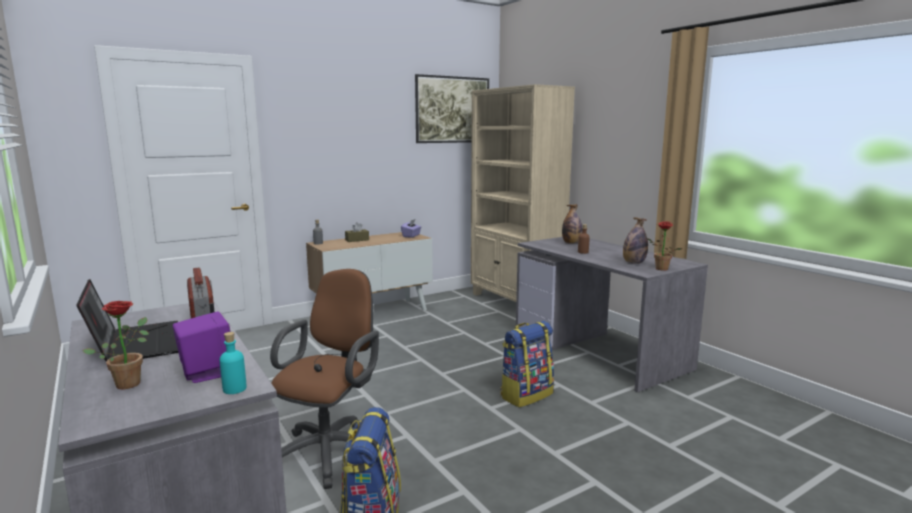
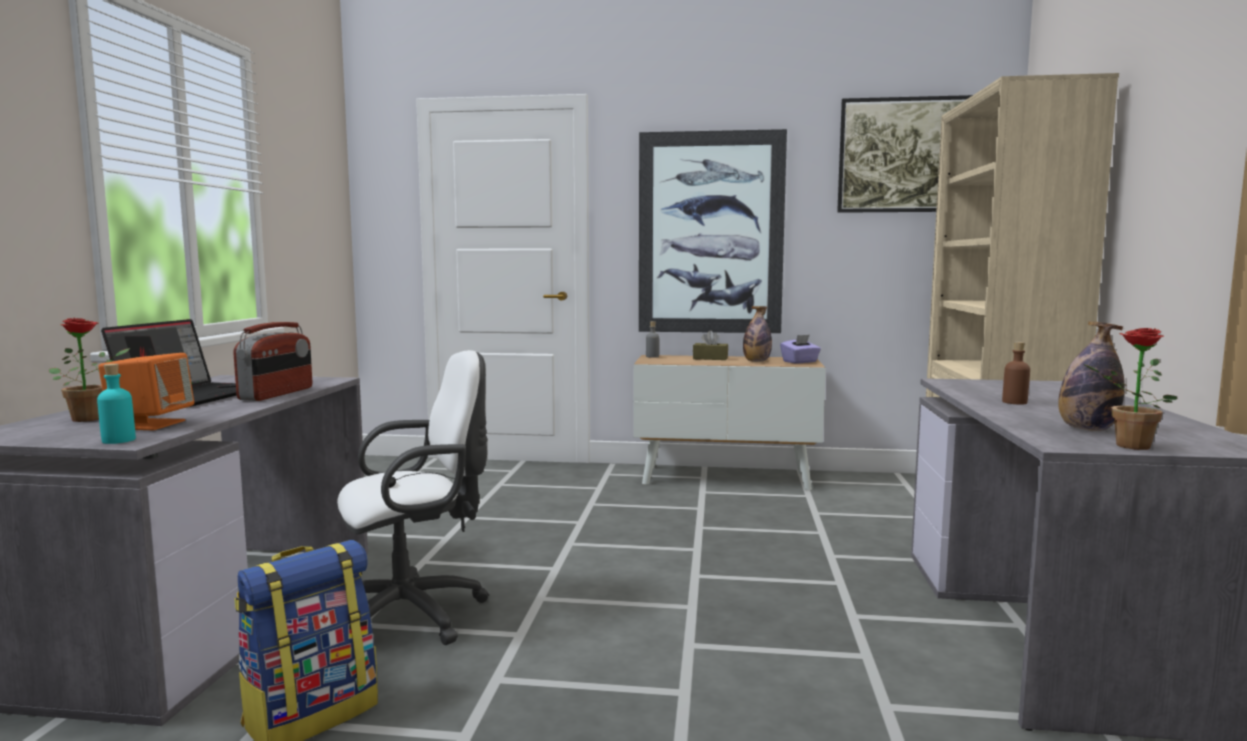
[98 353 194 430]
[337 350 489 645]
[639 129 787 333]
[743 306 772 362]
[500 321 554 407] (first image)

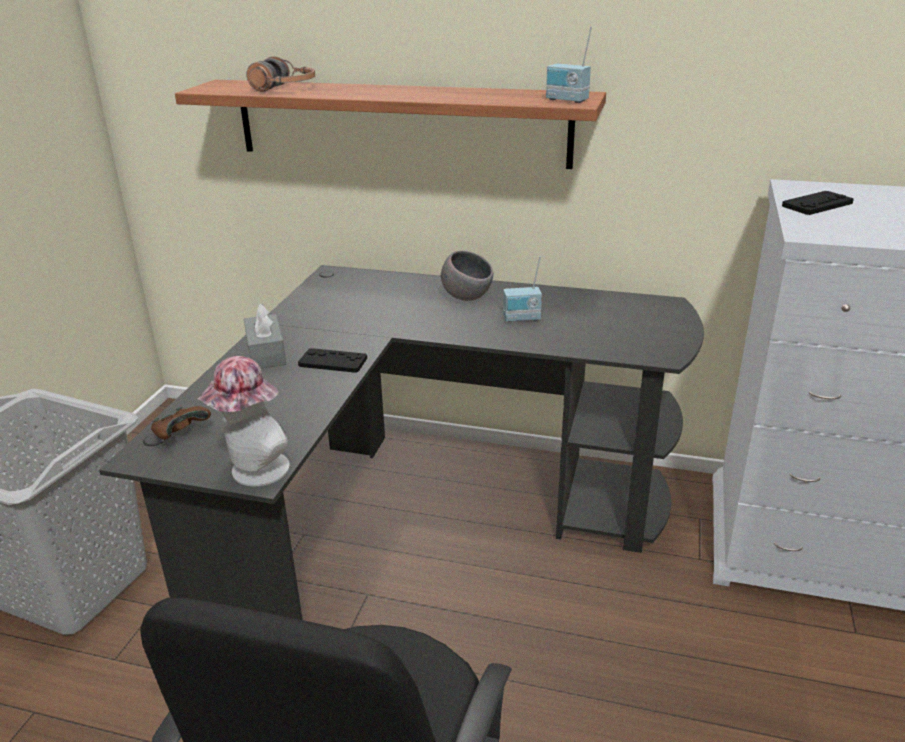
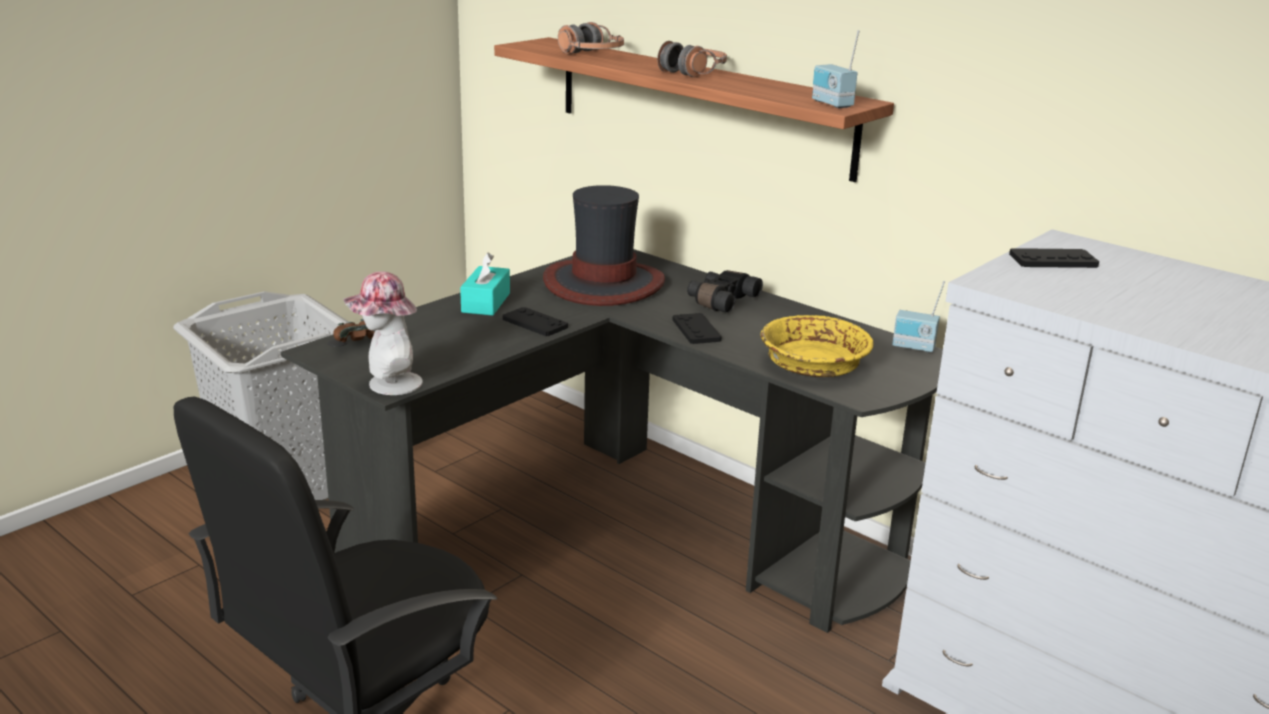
[460 253 510 316]
[543 185 665 306]
[657 41 727 77]
[673 313 722 344]
[687 270 763 313]
[760 315 874 377]
[892 281 945 353]

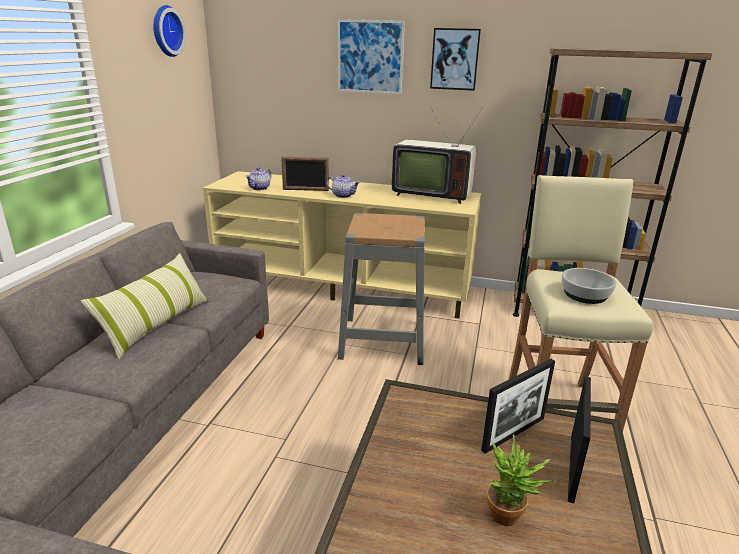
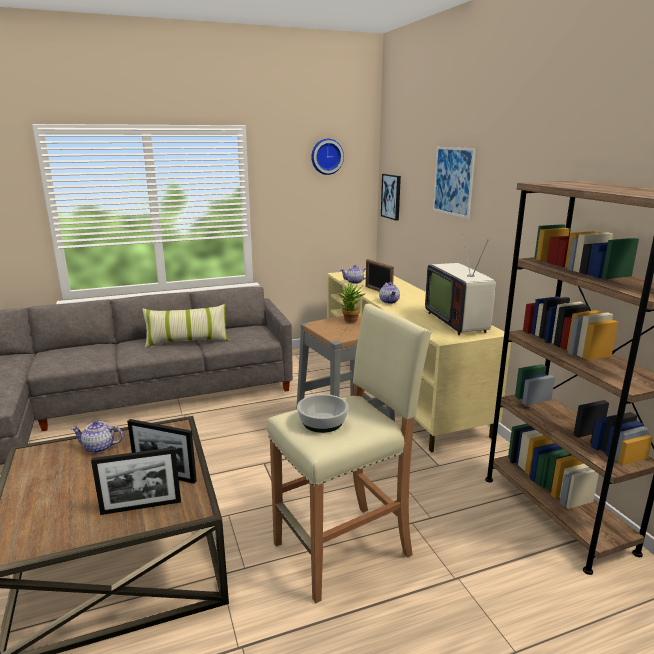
[71 421 123 453]
[339 283 366 323]
[381 174 401 221]

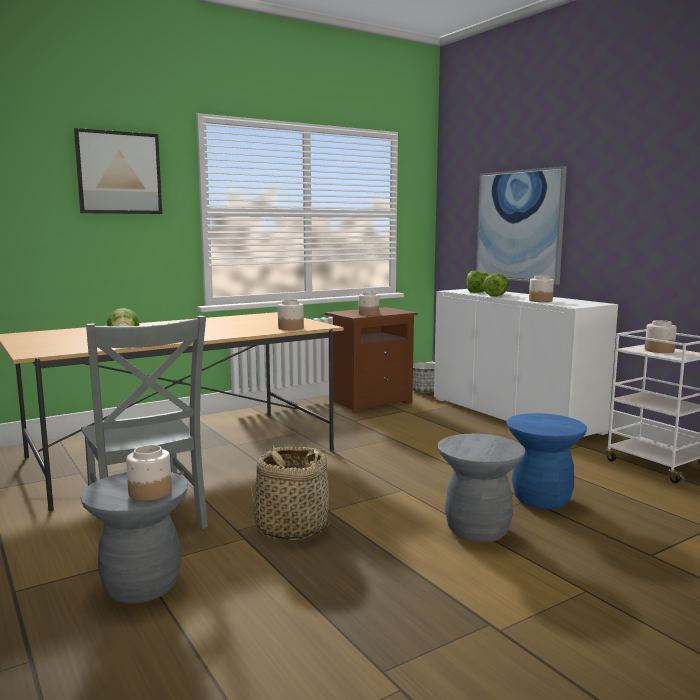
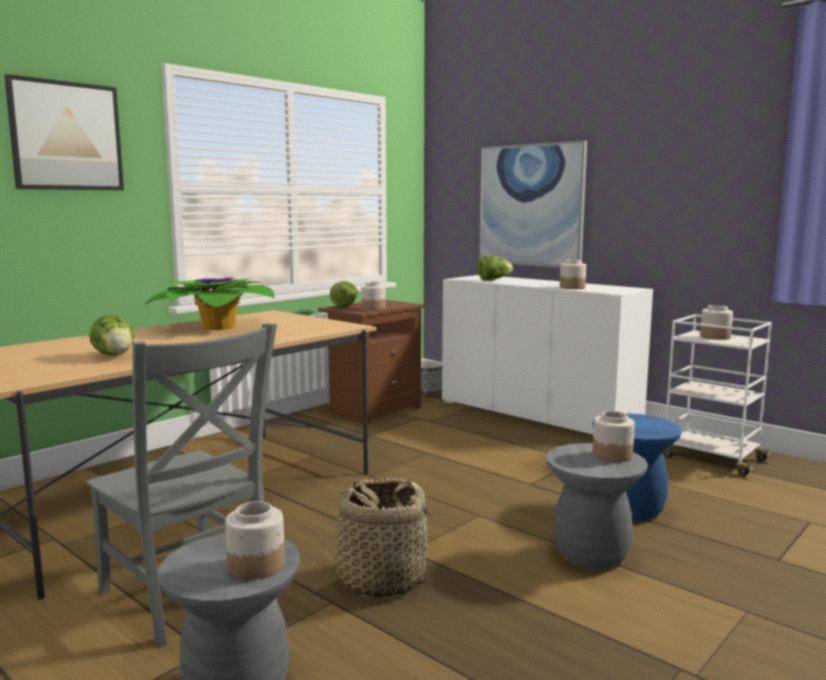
[146 278 275 330]
[330 281 358 307]
[592 411 635 462]

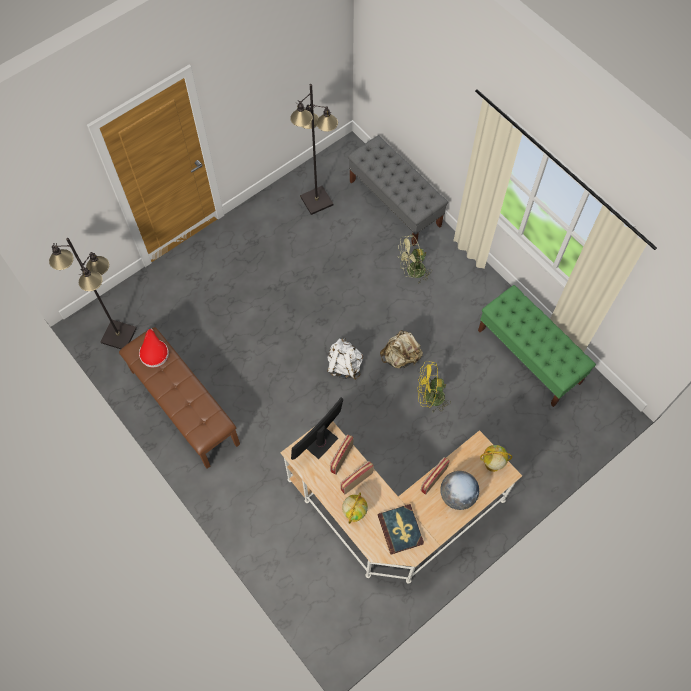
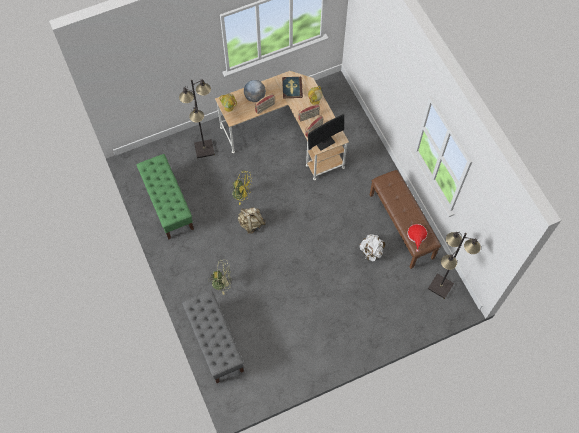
[179 79 215 158]
[360 234 385 261]

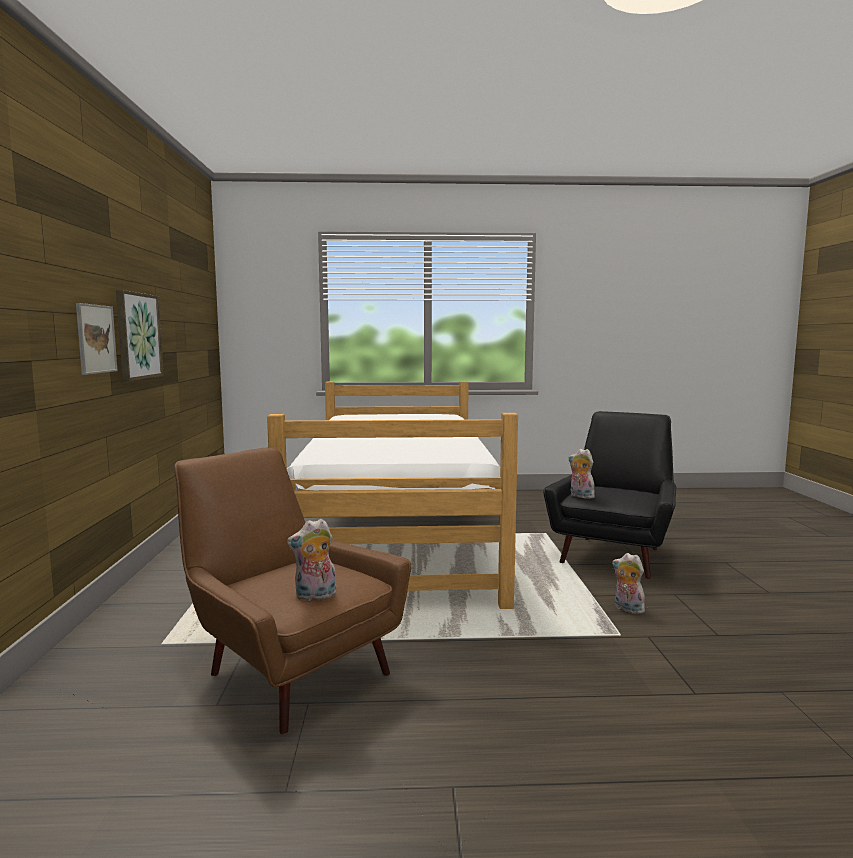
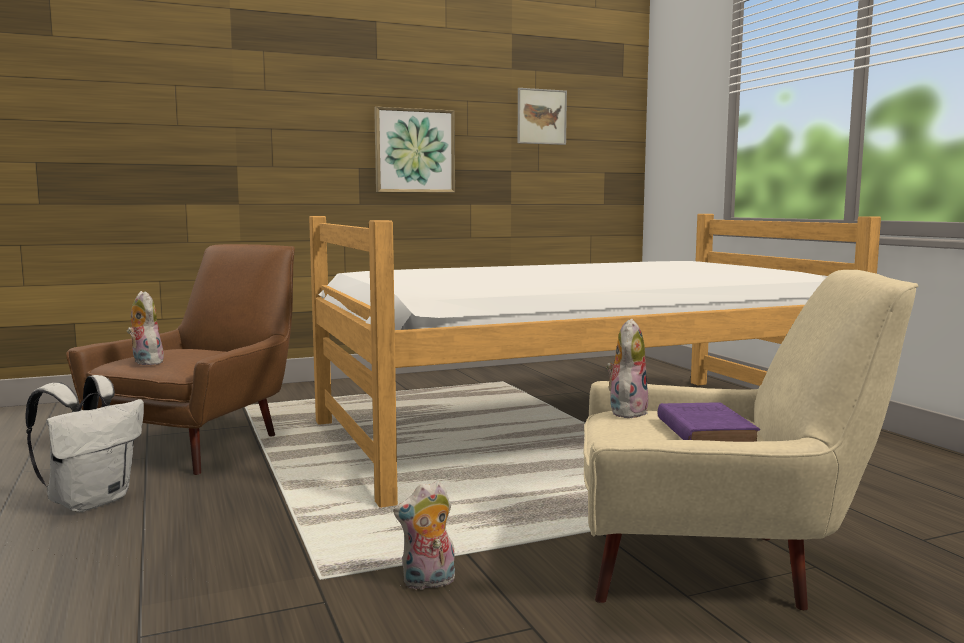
[26 375 144 512]
[393 481 455 590]
[518 88 567 145]
[584 270 919 610]
[658 402 760 442]

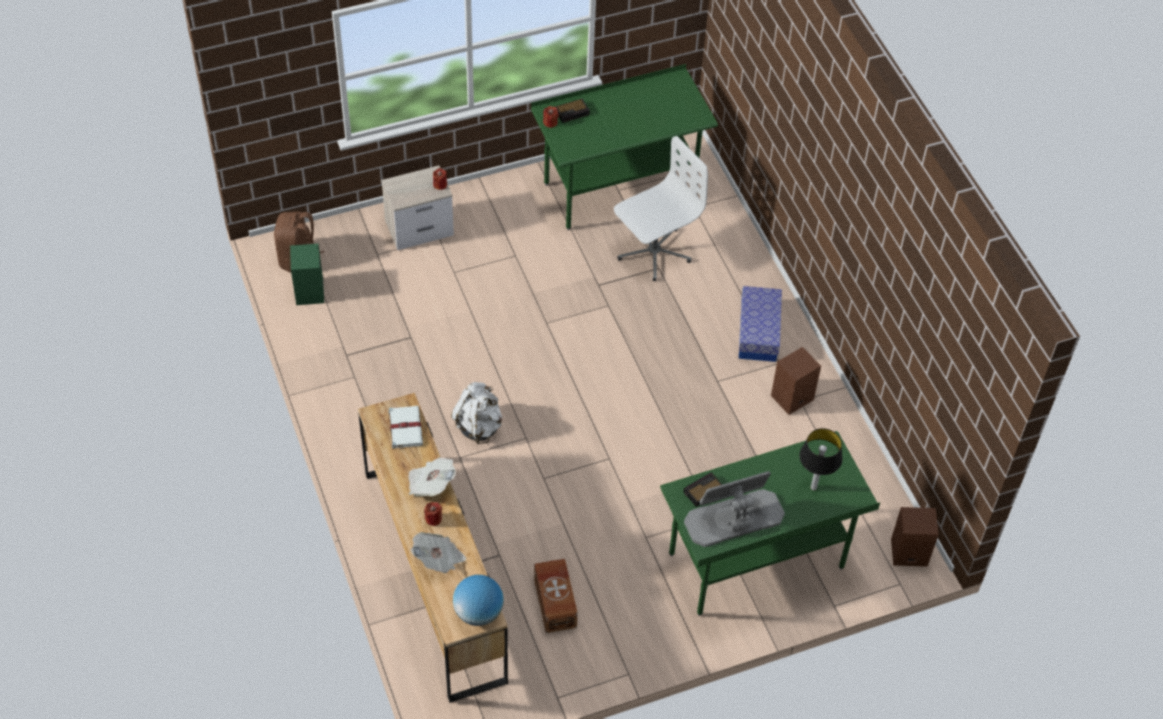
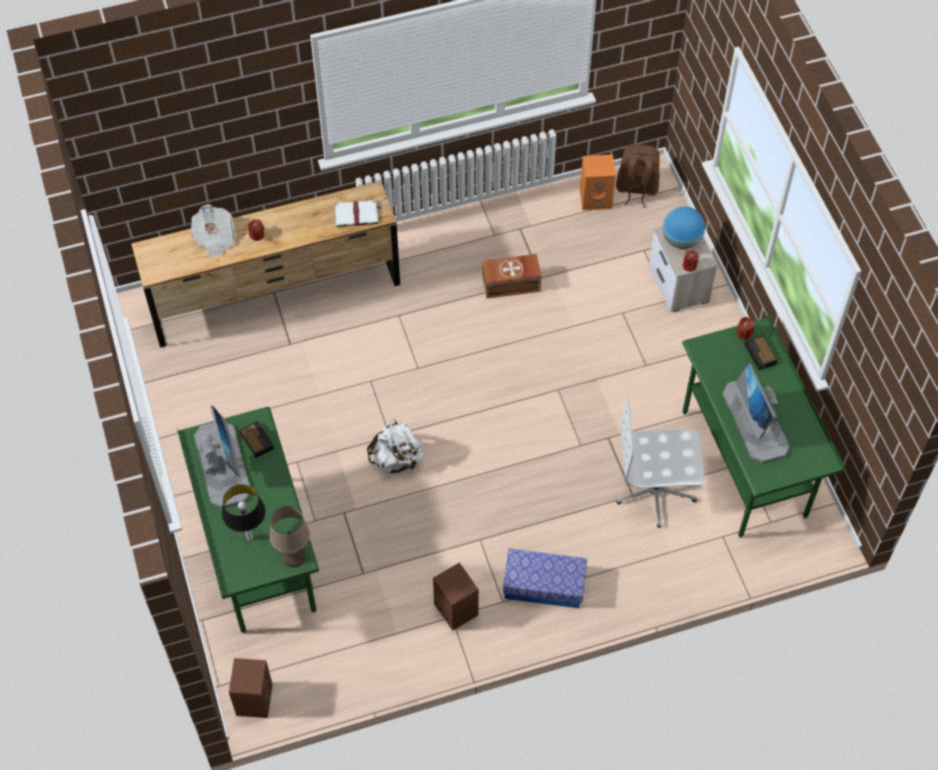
[270 506 310 567]
[367 419 424 473]
[482 254 541 299]
[580 154 616 210]
[616 398 705 528]
[663 206 705 249]
[722 364 789 463]
[409 457 456 496] (first image)

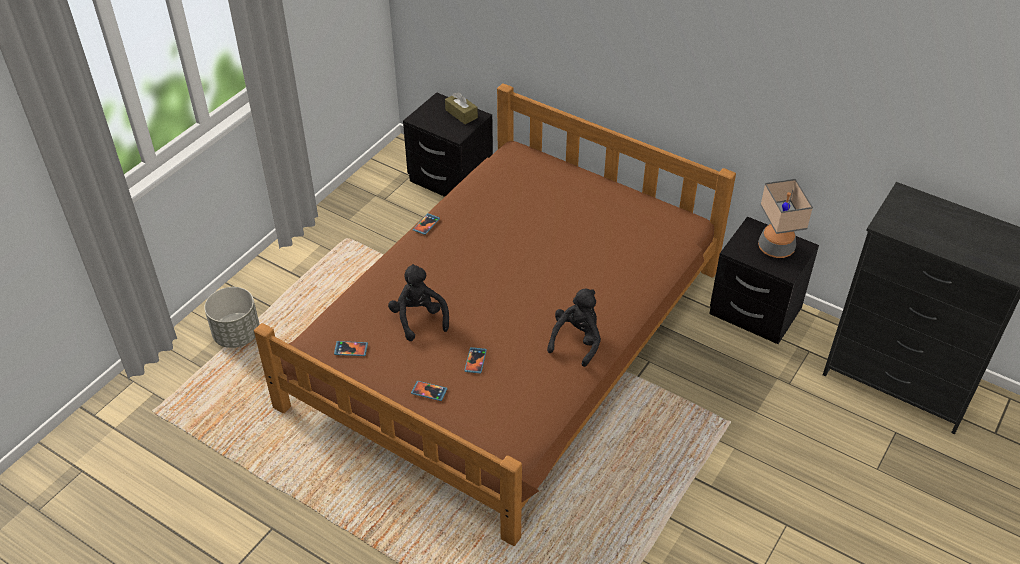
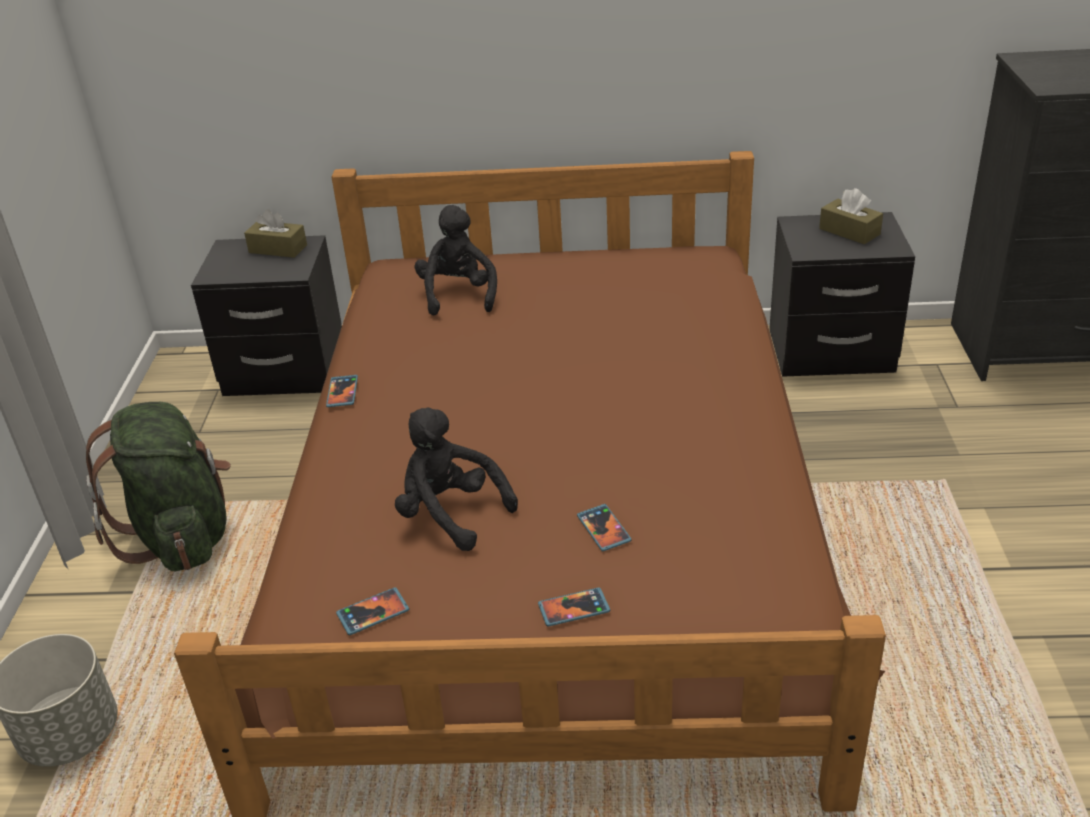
[86 402 231 571]
[415 205 497 315]
[819 188 883 244]

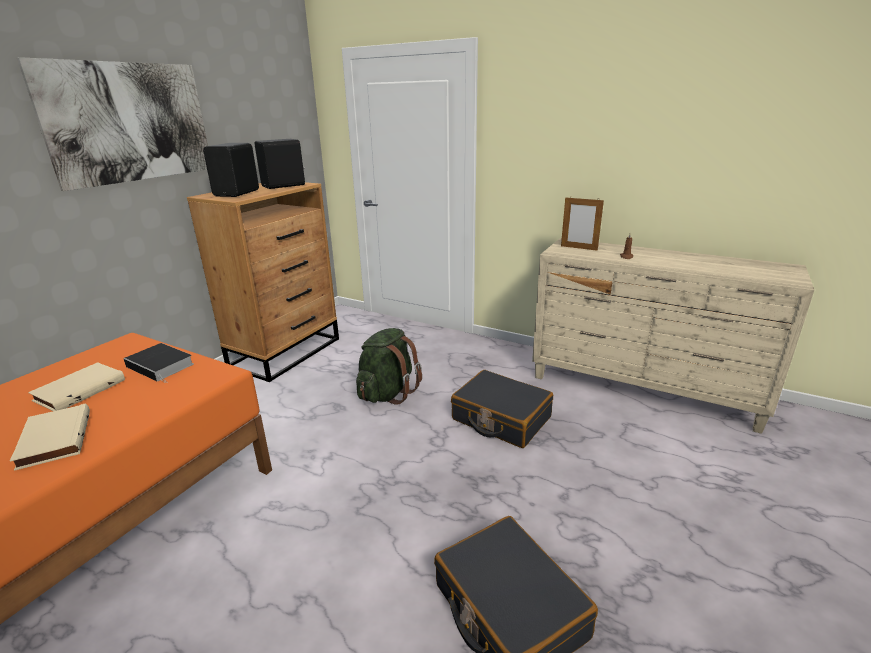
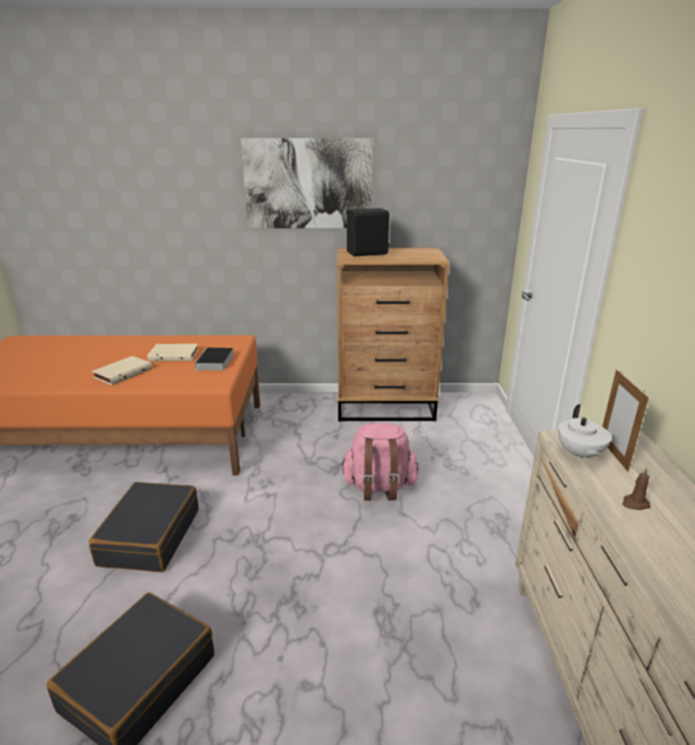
[89 482 199 572]
[340 423 419 501]
[558 404 612 461]
[255 139 305 189] (first image)

